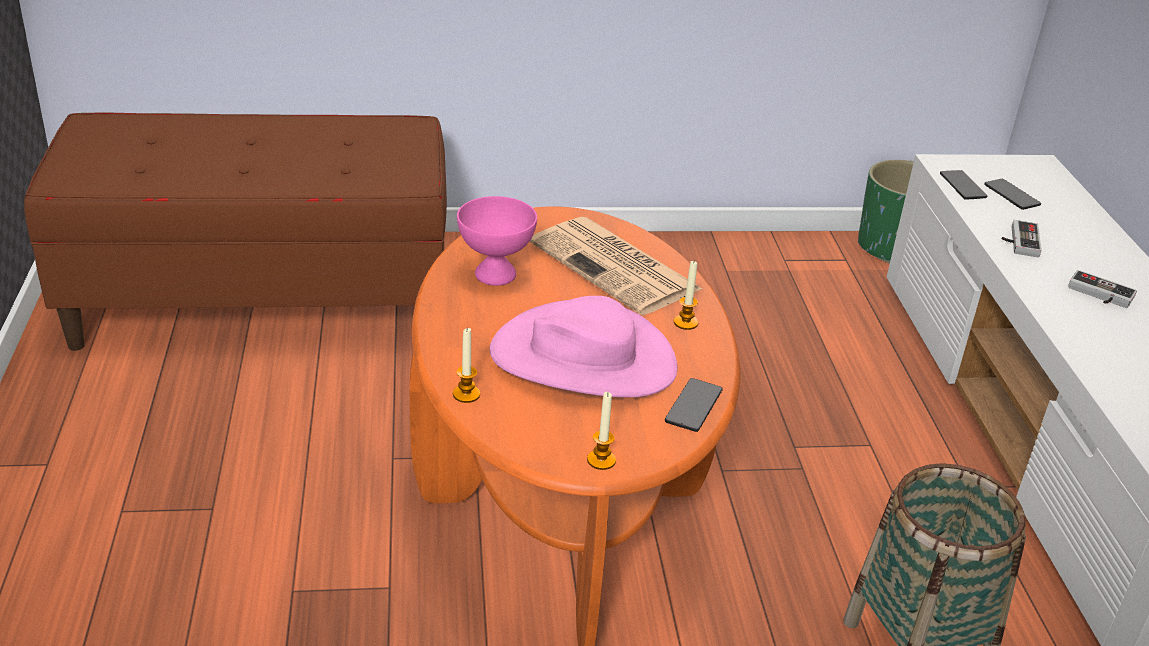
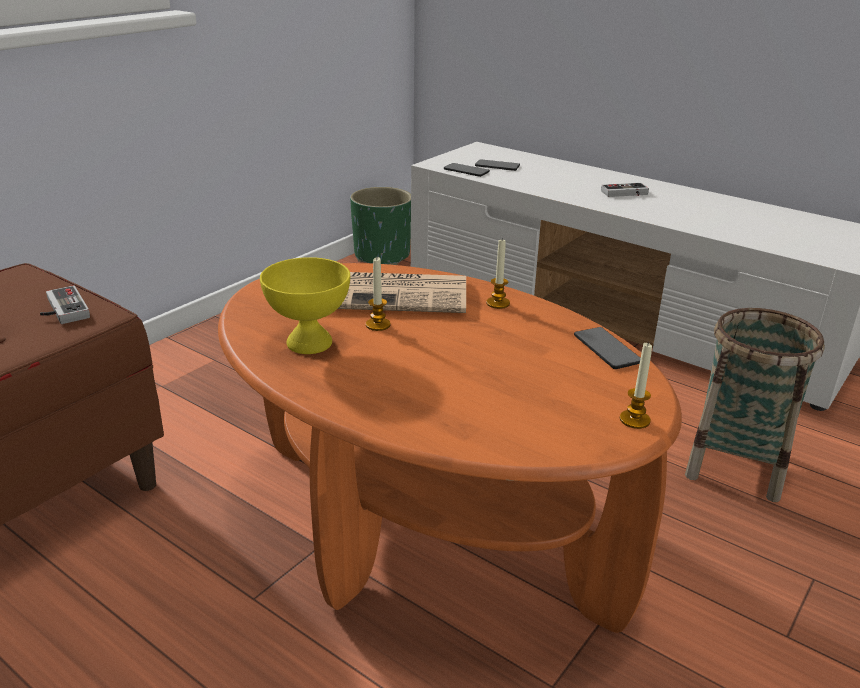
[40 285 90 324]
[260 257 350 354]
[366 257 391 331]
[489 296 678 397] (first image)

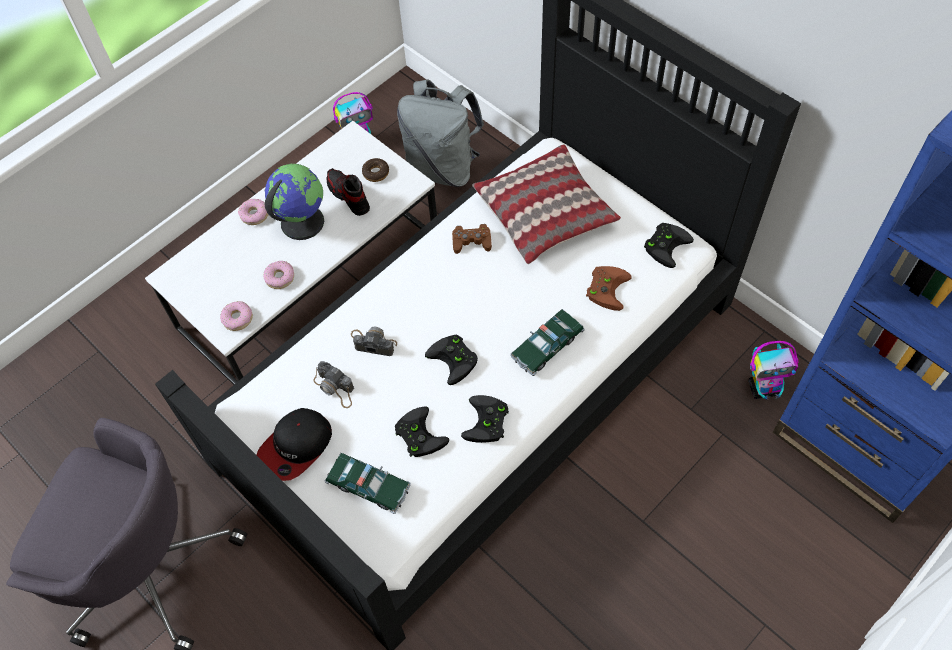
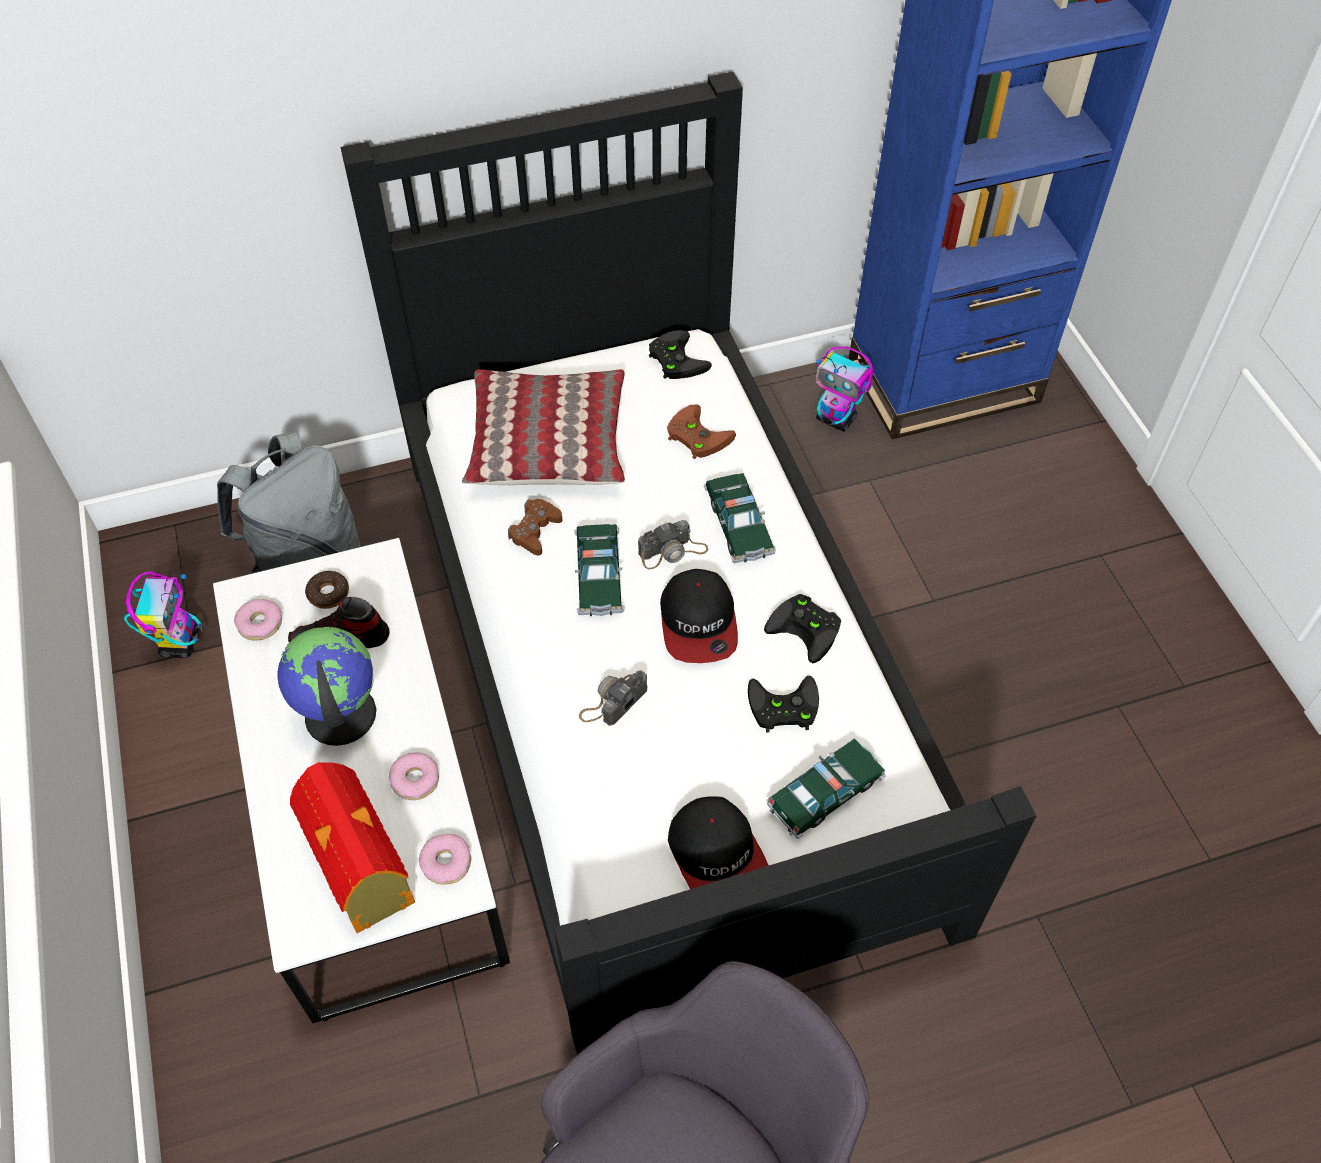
[234 598 282 641]
[290 762 415 933]
[575 524 625 616]
[638 520 708 569]
[660 569 738 663]
[816 346 873 432]

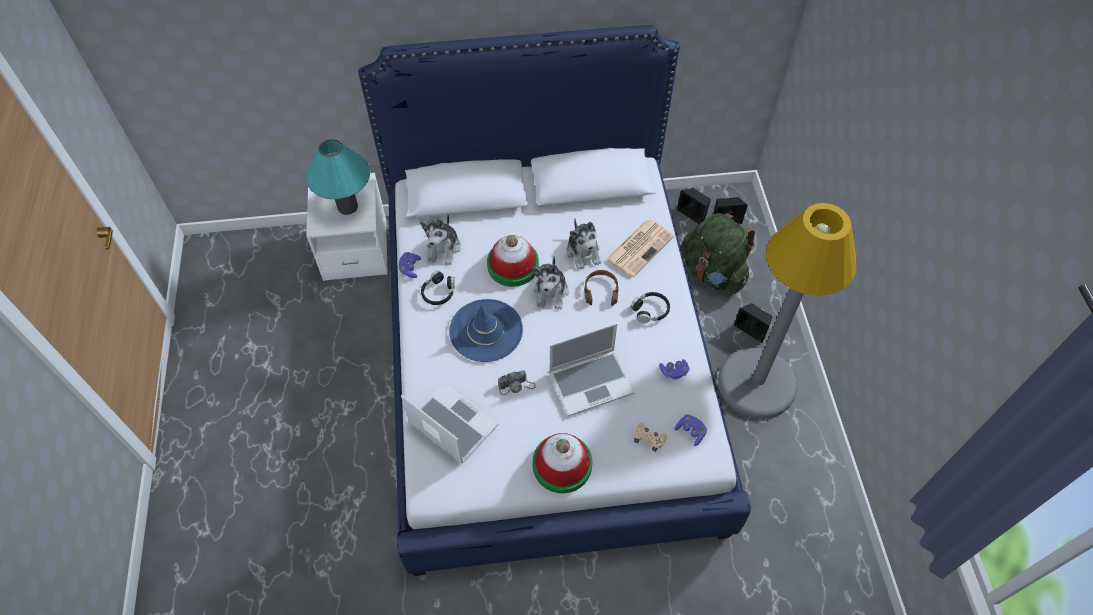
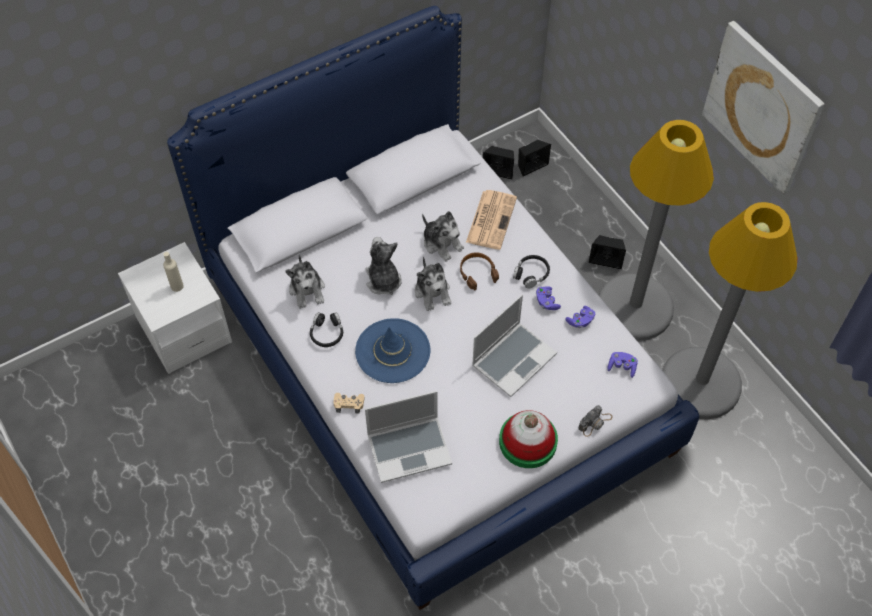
[163 252 184 292]
[334 393 365 414]
[365 391 452 483]
[366 237 402 295]
[536 286 561 310]
[578 405 612 437]
[662 202 797 419]
[702 21 825 195]
[681 213 755 294] (first image)

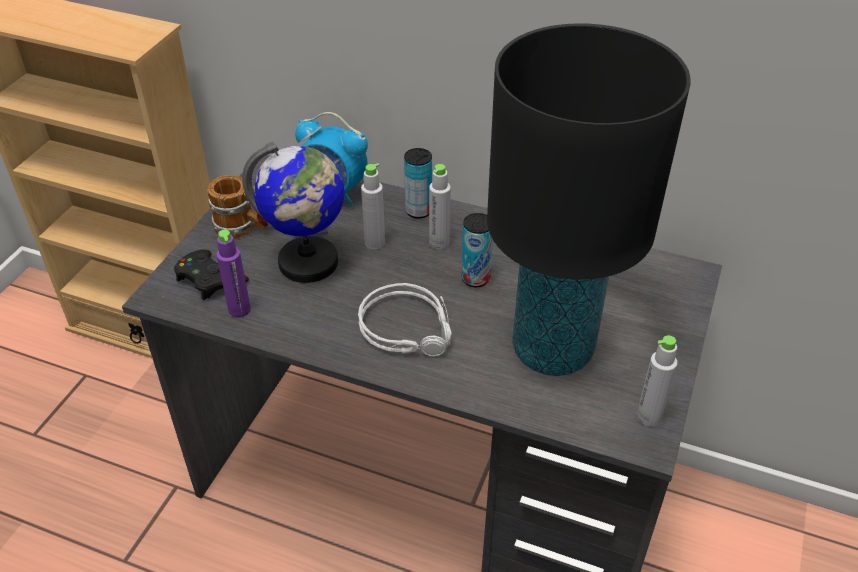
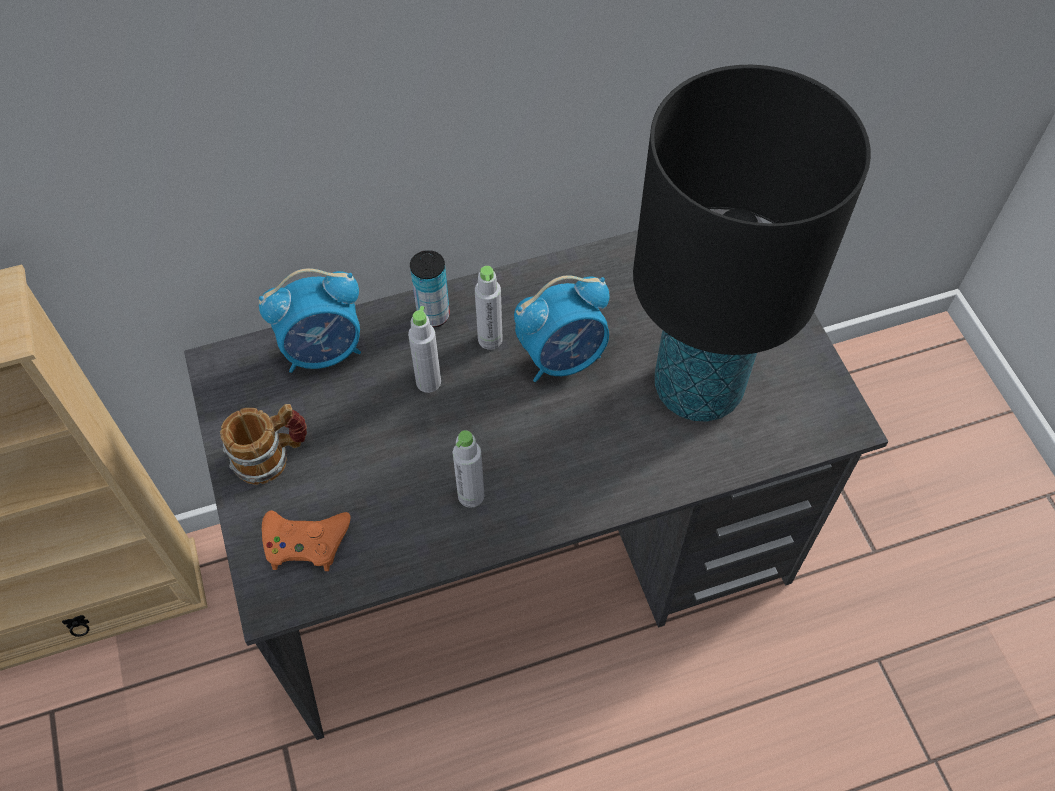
[262 510 351 571]
[453 430 485 508]
[514 275 610 382]
[216 230 251 318] (first image)
[242 141 345 283] (first image)
[358 283 452 356] (first image)

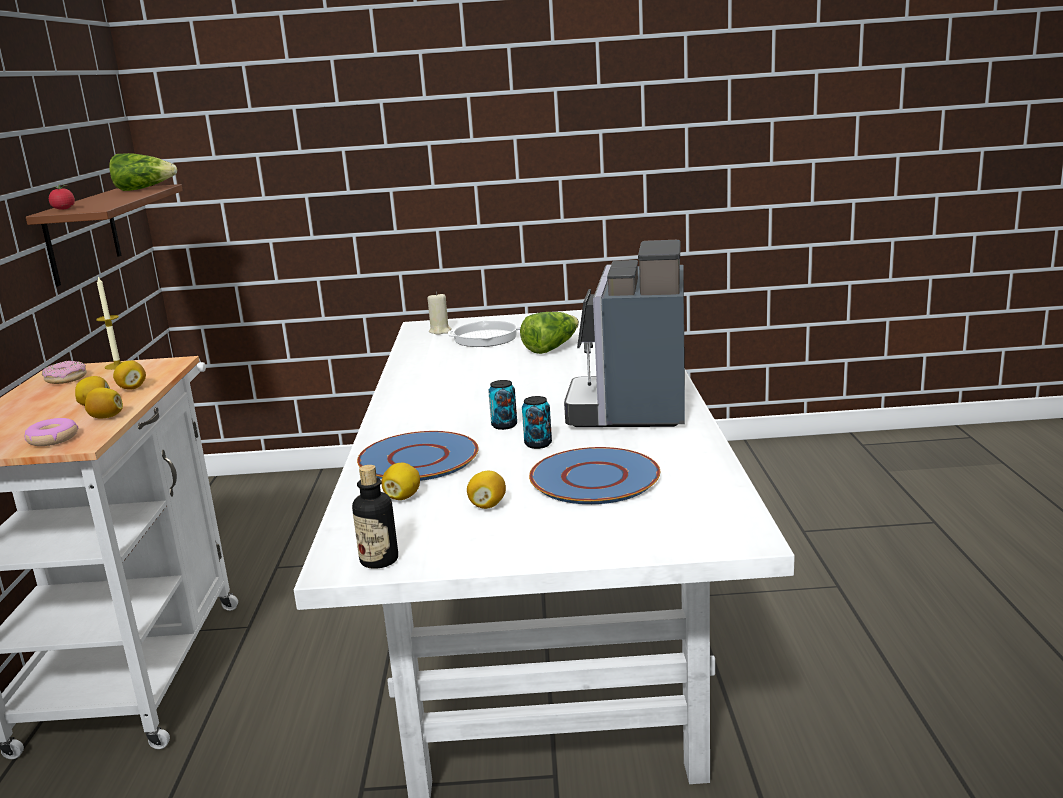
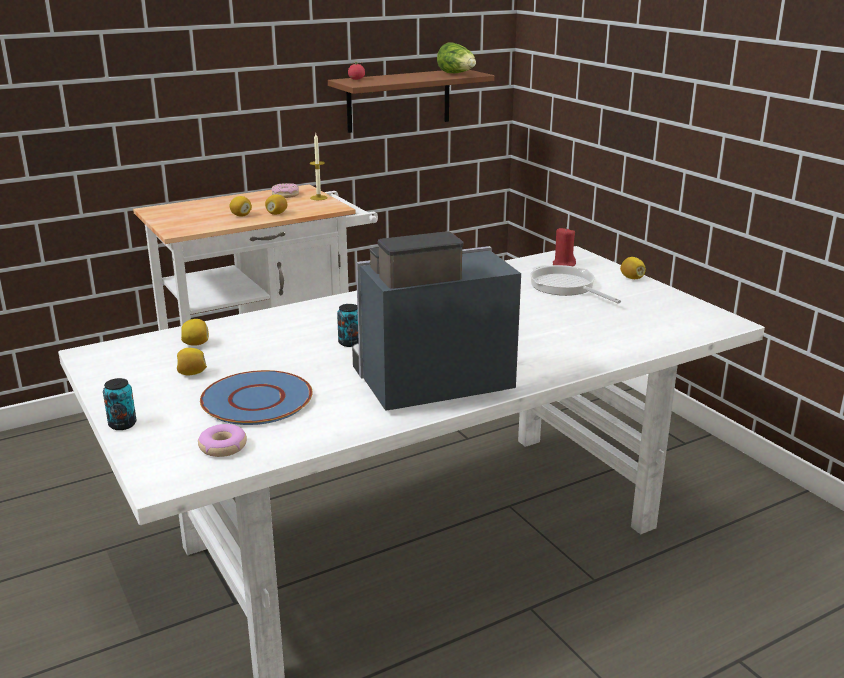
[103 378 136 430]
[198 424 247 457]
[553 227 576 266]
[620 257 646 279]
[352 465 398 569] (first image)
[357 431 479 481] (first image)
[520 312 579 354] (first image)

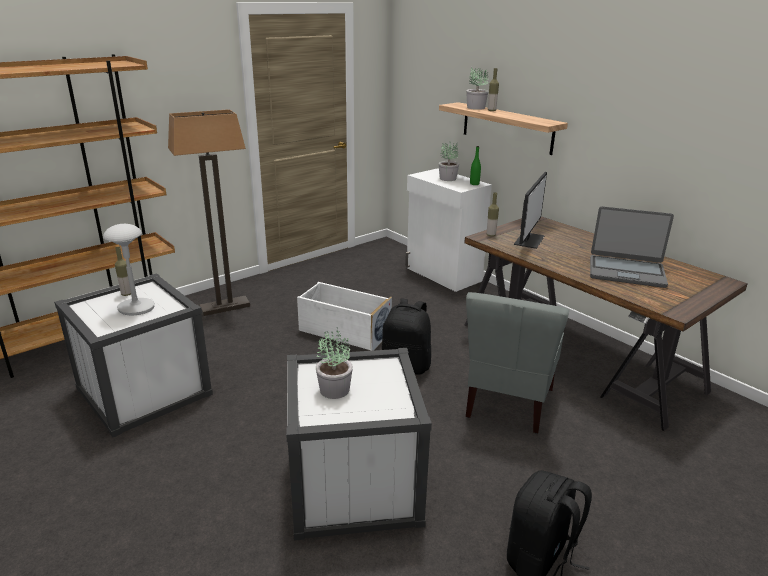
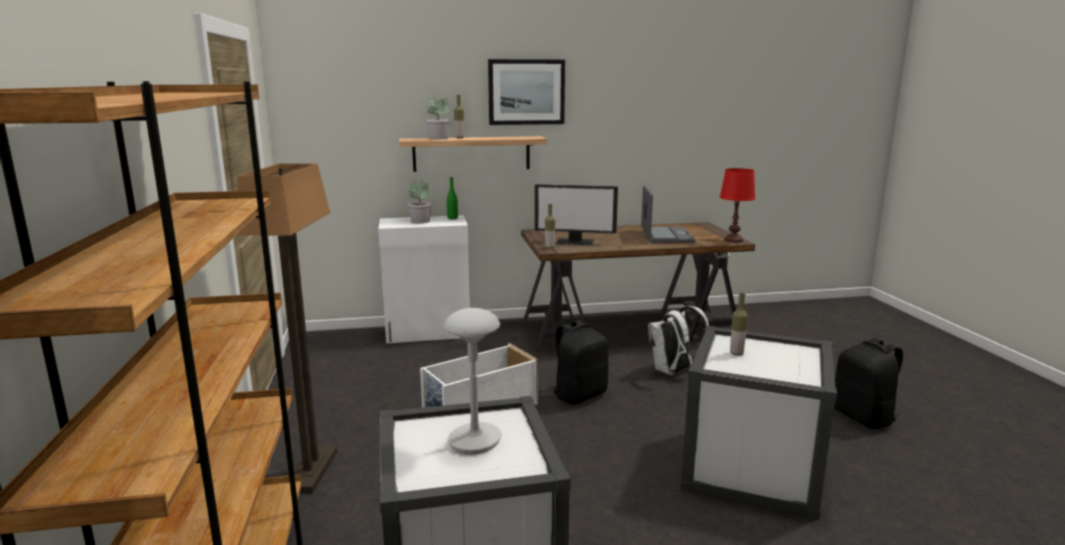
[488 59 565 125]
[535 184 618 245]
[641 185 695 243]
[648 306 709 376]
[720 168 755 243]
[730 293 748 355]
[316 331 353 399] (first image)

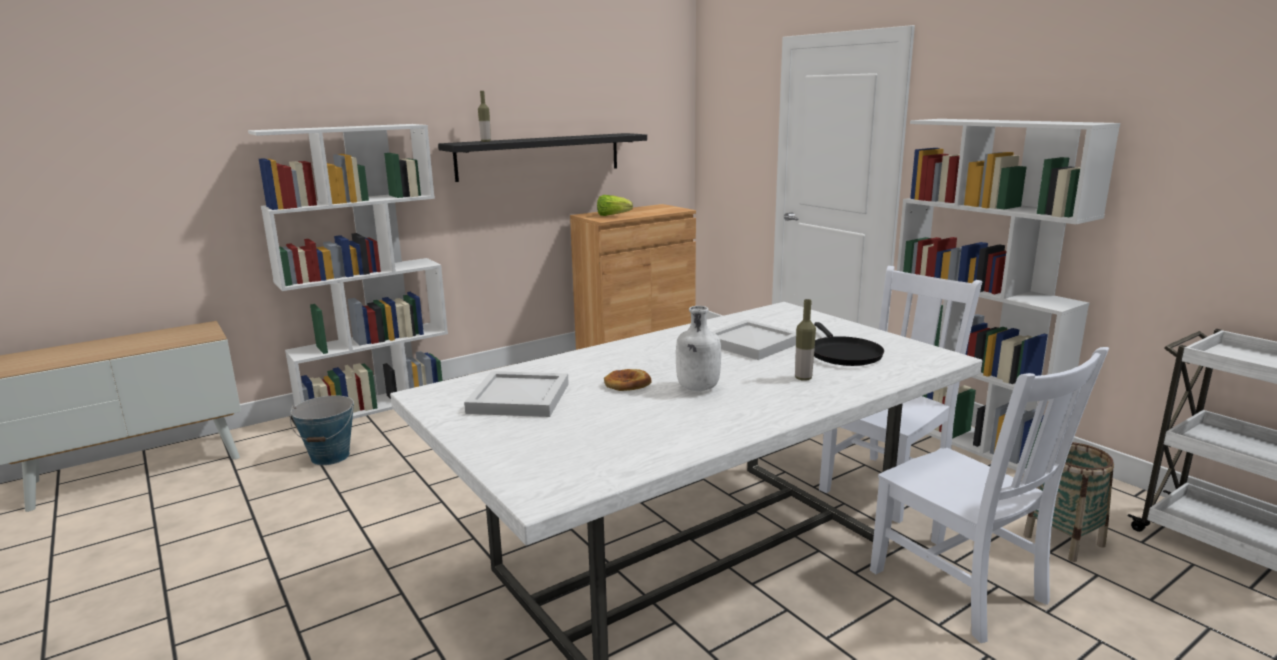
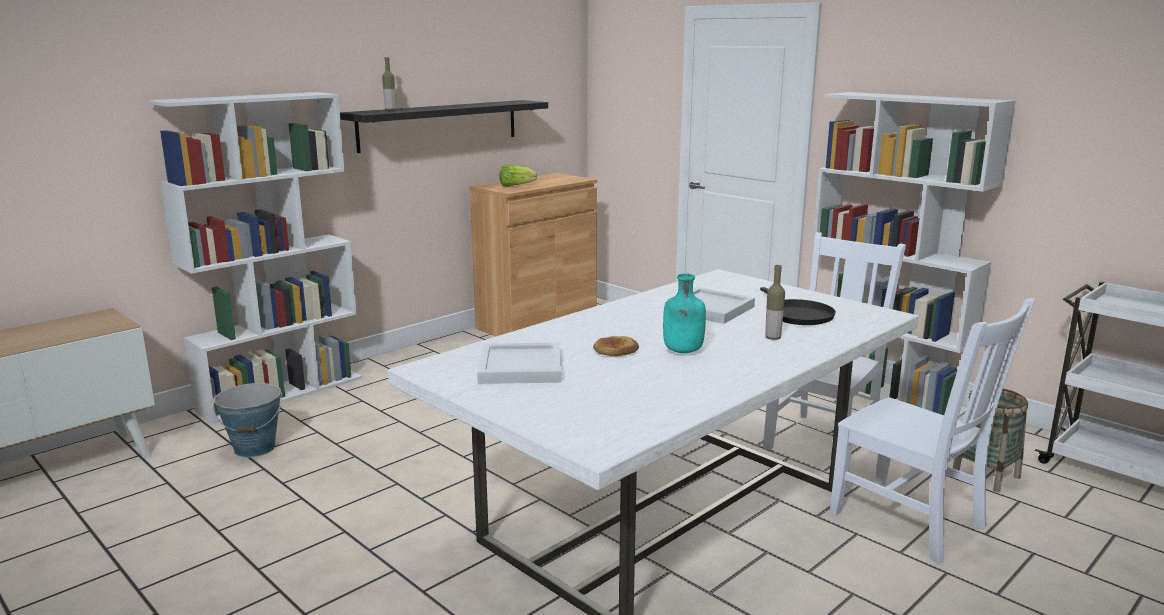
[663 273 706 353]

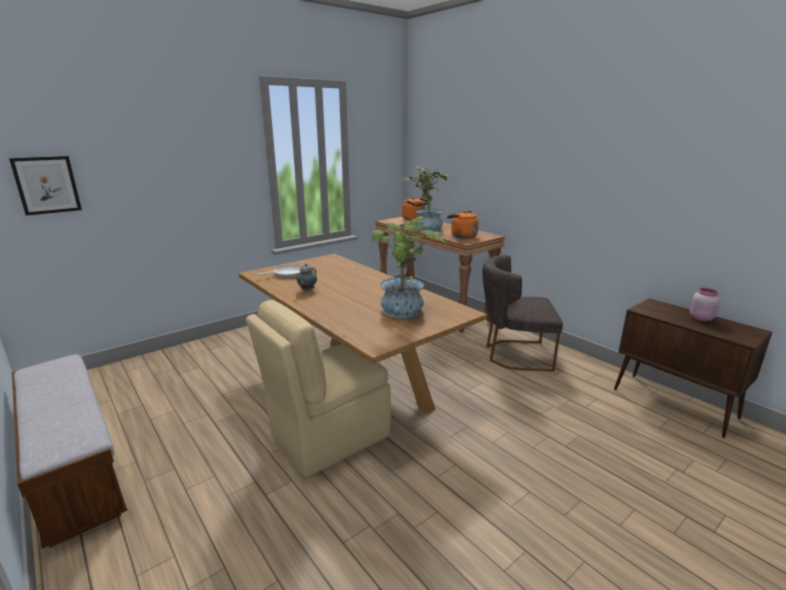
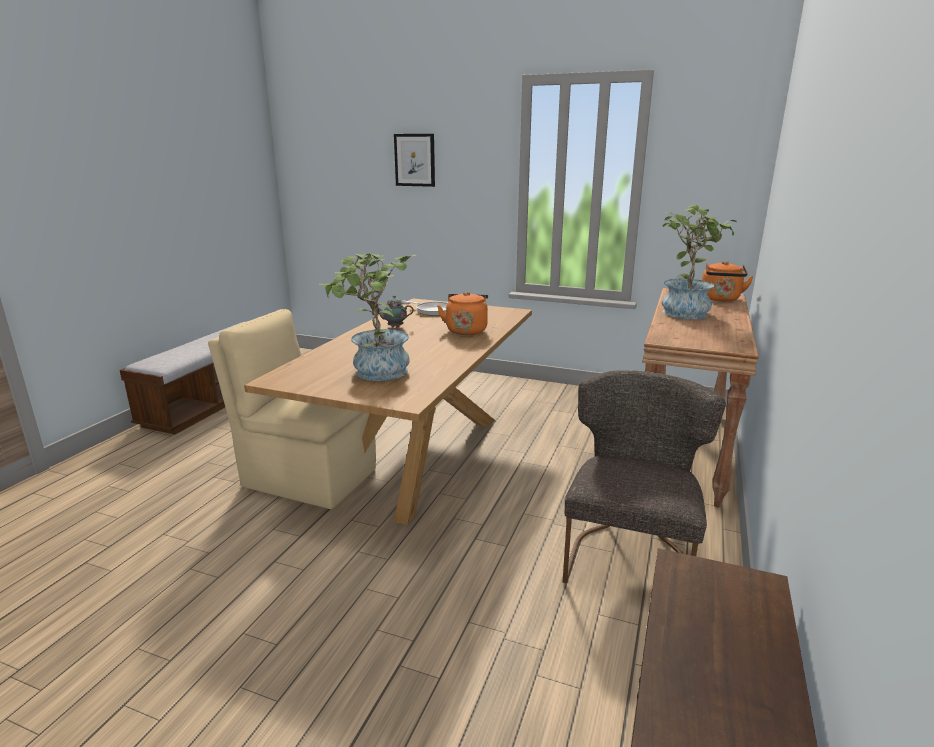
[394 134 435 187]
[437 292 488 335]
[563 370 726 583]
[690 288 720 322] (first image)

